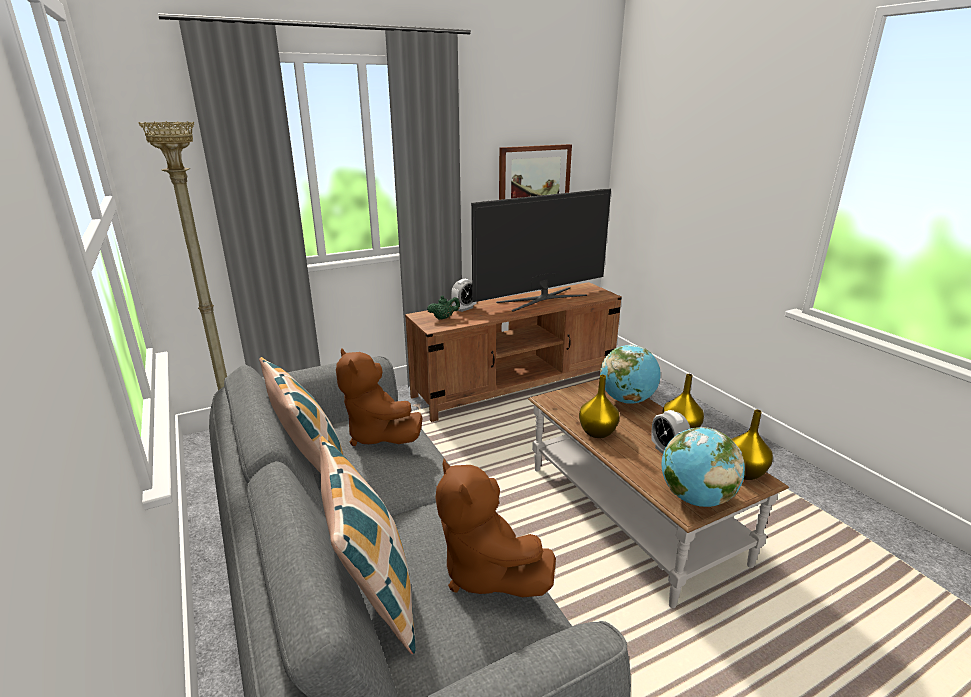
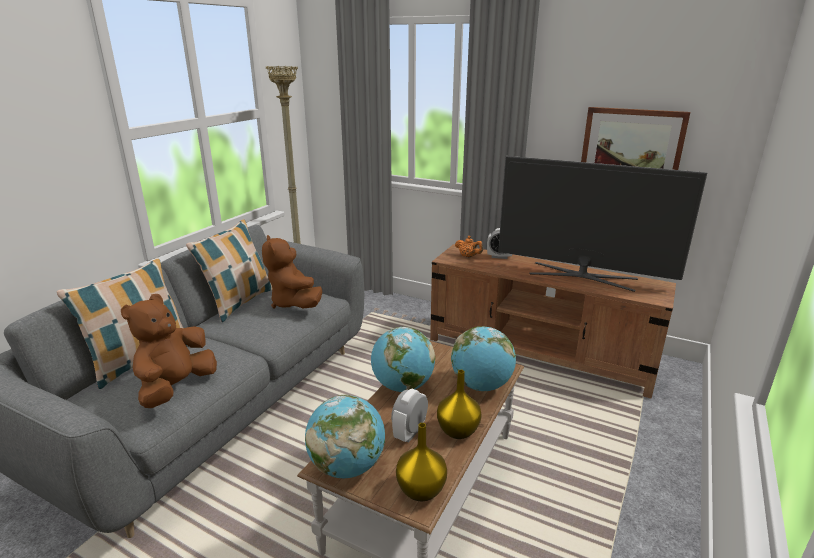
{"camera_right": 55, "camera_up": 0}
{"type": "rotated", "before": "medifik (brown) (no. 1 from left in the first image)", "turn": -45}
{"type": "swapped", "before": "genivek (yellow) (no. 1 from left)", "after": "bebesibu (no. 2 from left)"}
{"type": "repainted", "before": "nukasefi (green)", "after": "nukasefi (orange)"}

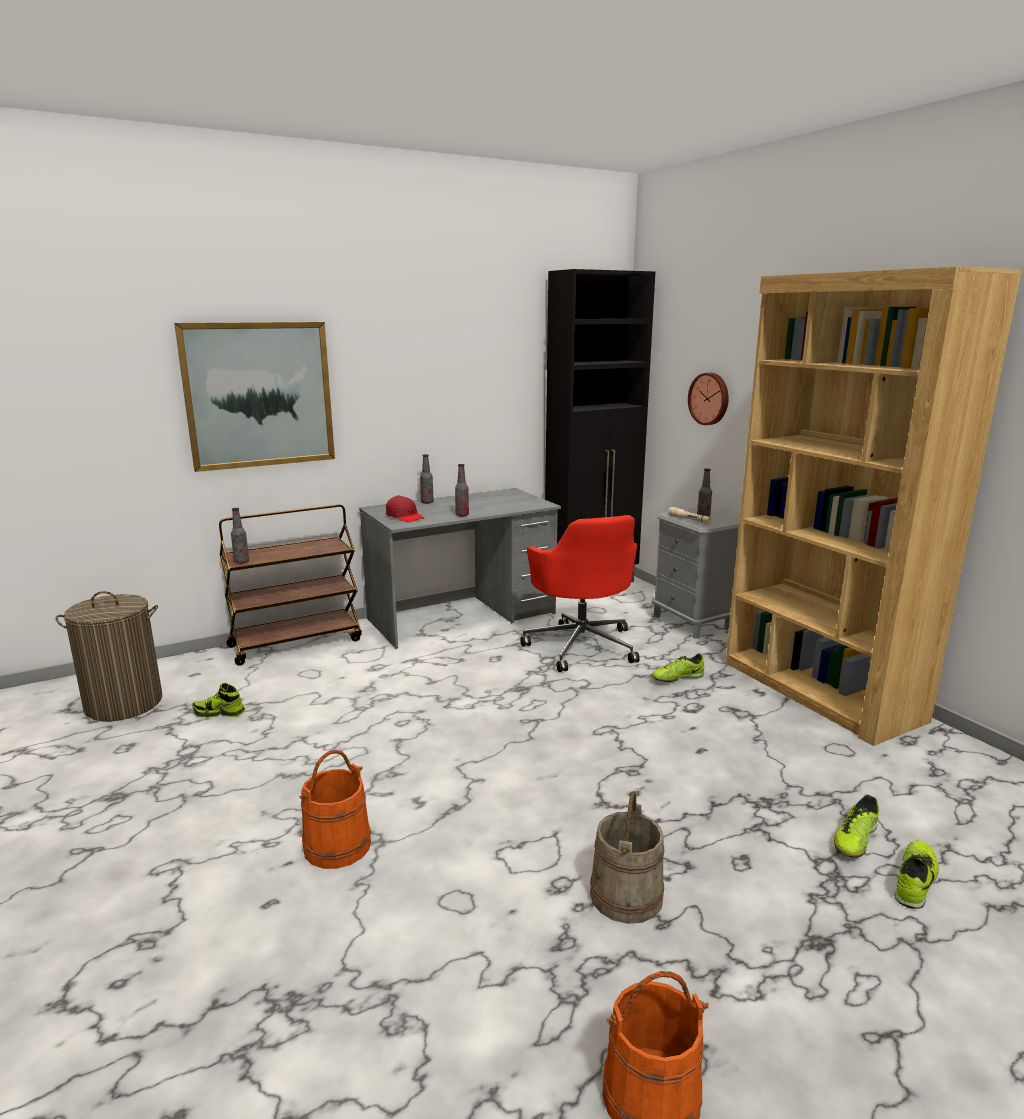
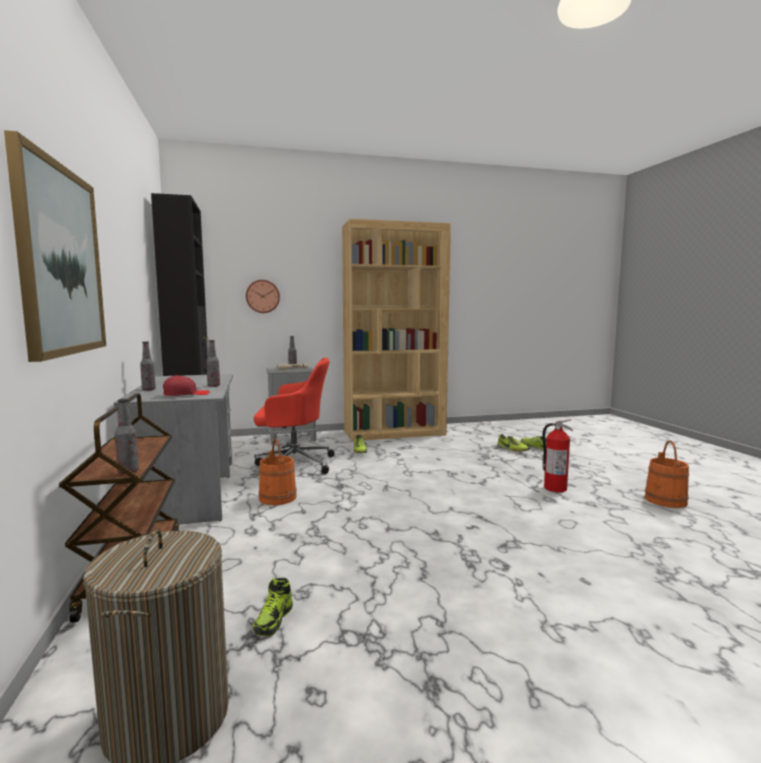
{"camera_right": -75, "camera_up": -10}
{"type": "shifted", "before": "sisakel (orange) (no. 1 from left)"}
{"type": "swapped", "before": "sisakel (beige)", "after": "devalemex"}

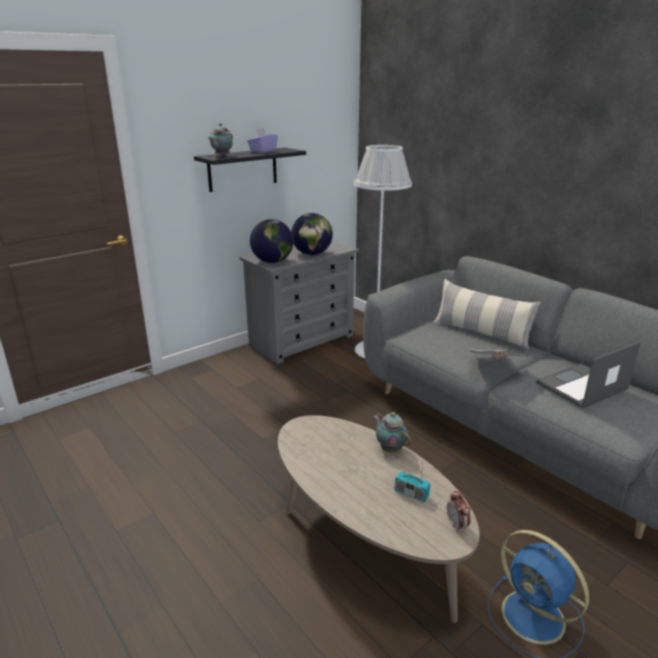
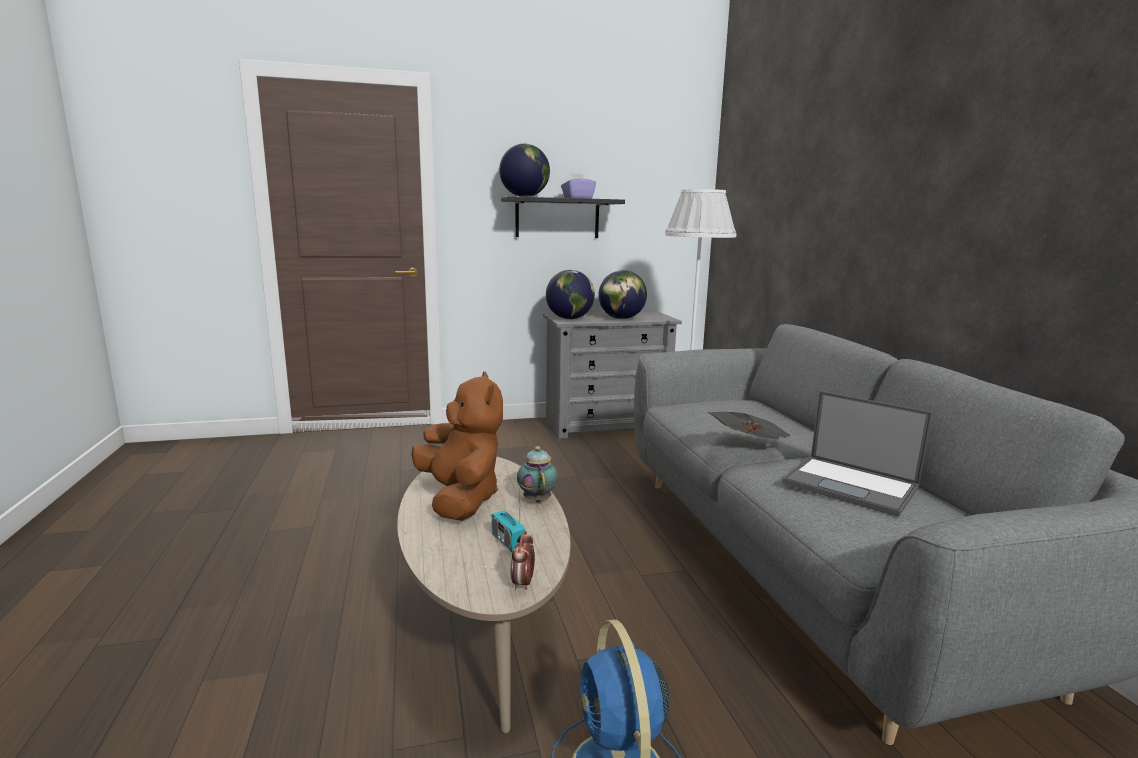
{"camera_right": 25, "camera_up": -10}
{"type": "new", "after": "medifik (brown)"}
{"type": "swapped", "before": "nukasefi (no. 1 from left)", "after": "bebesibu (no. 1 from left)"}
{"type": "rotated", "before": "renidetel", "turn": -135}
{"type": "gone", "before": "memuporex"}

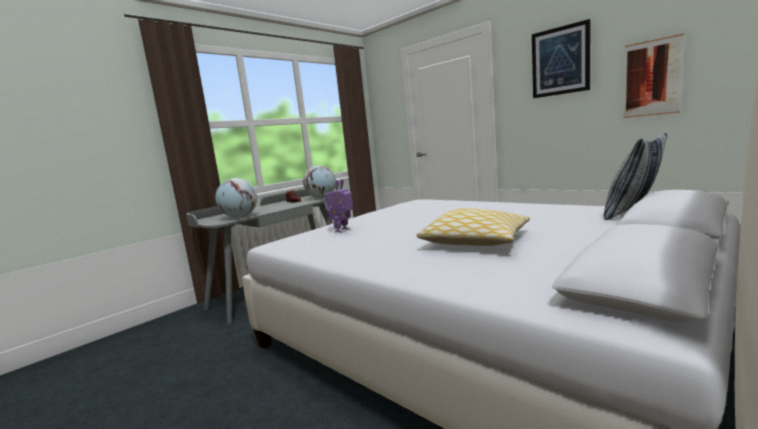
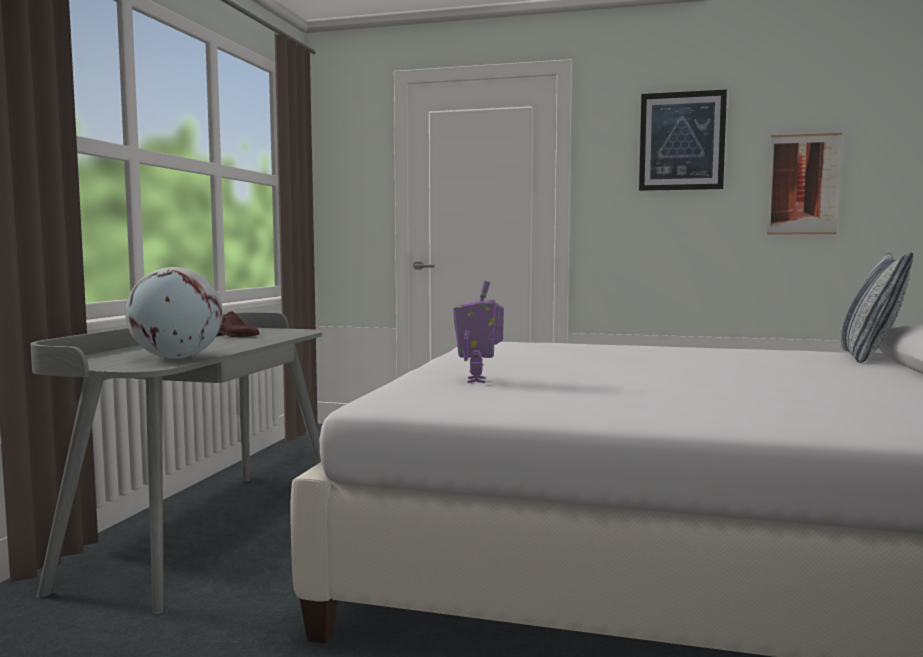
{"camera_right": -30, "camera_up": -5}
{"type": "gone", "before": "bebesibu (no. 2 from left)"}
{"type": "gone", "before": "memuporex (no. 1 from left)"}

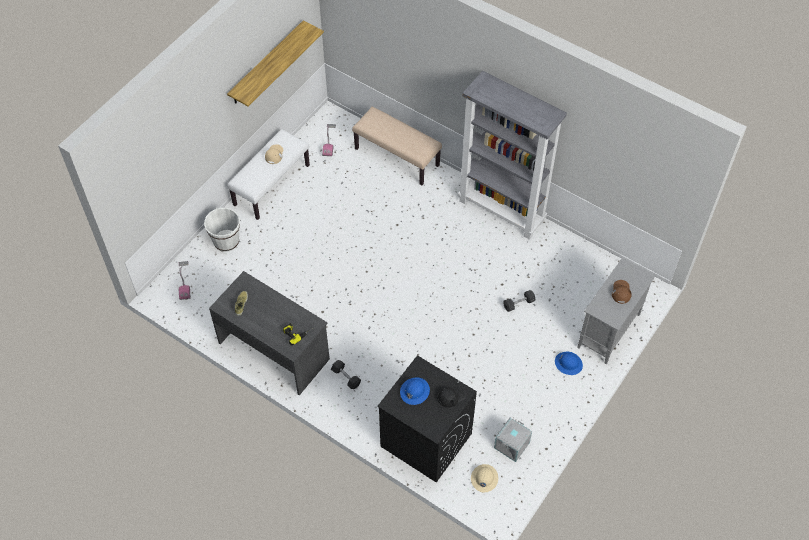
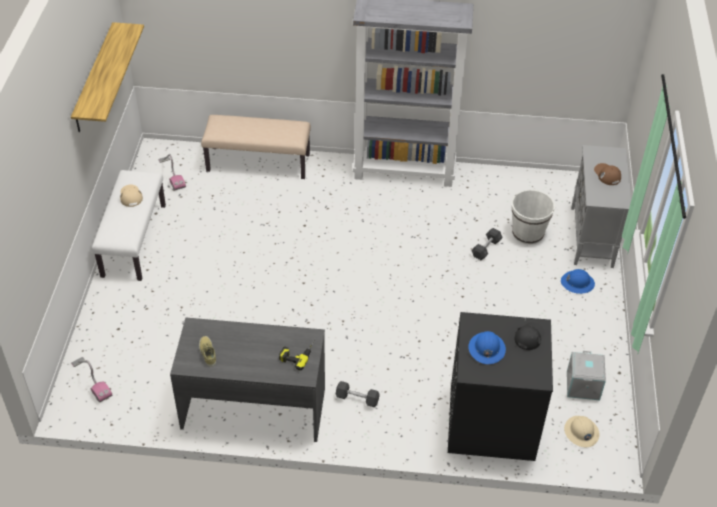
{"camera_right": -30, "camera_up": -10}
{"type": "shifted", "before": "sisakel (white)"}

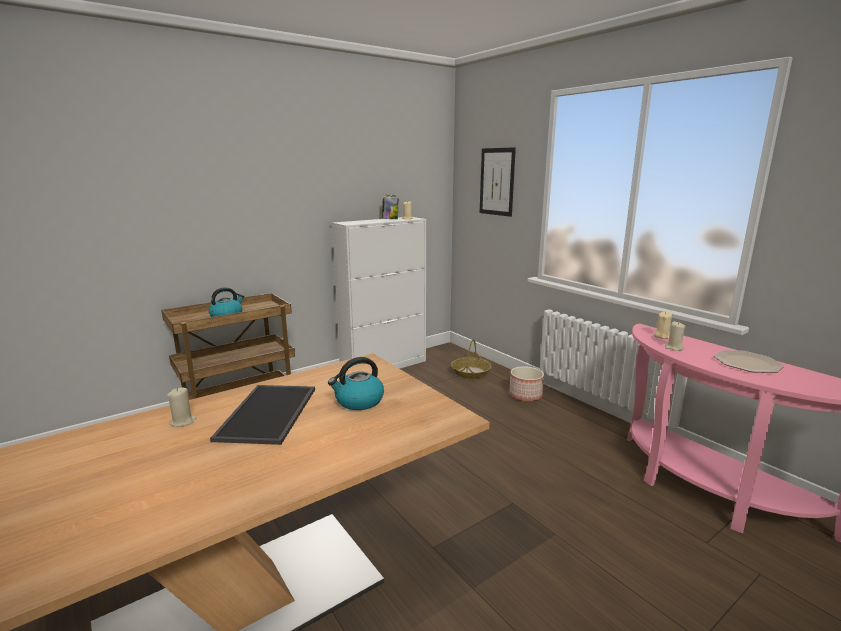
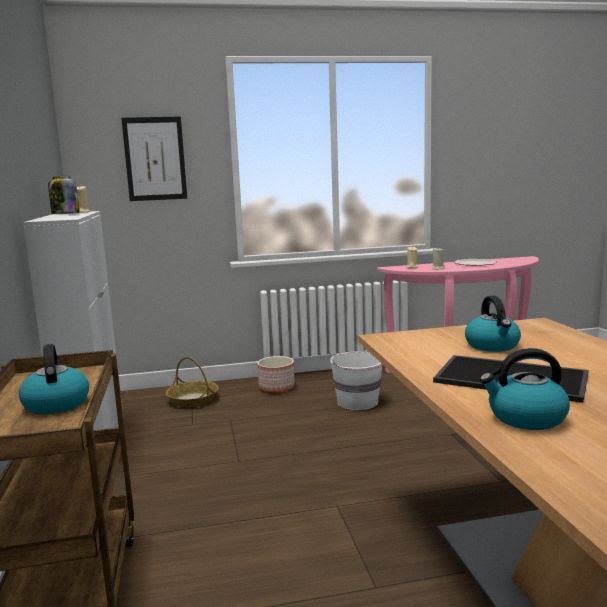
{"camera_right": -65, "camera_up": -5}
{"type": "new", "after": "sisakel (white)"}
{"type": "swapped", "before": "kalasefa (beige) (no. 1 from left)", "after": "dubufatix (no. 3 from left)"}

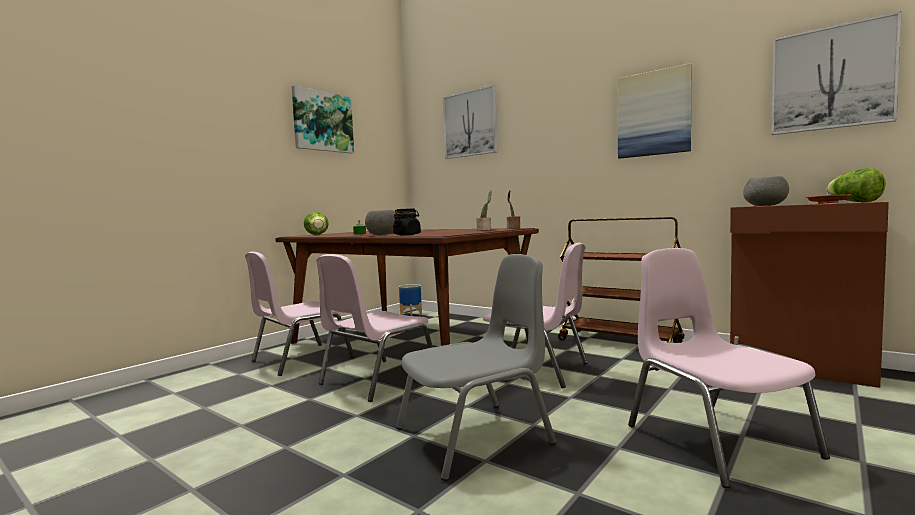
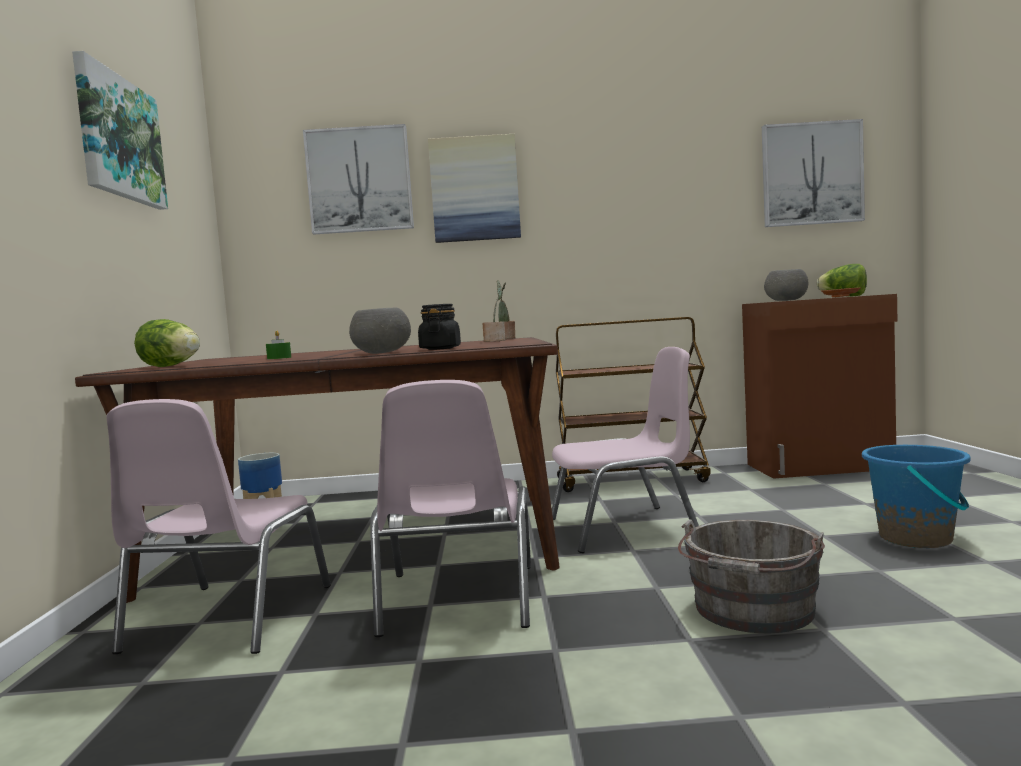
{"camera_right": -40, "camera_up": 0}
{"type": "shifted", "before": "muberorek (no. 3 from left)"}
{"type": "swapped", "before": "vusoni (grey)", "after": "sisakel (grey)"}
{"type": "swapped", "before": "vusoni (pink) (no. 4 from left)", "after": "sisakel (blue)"}

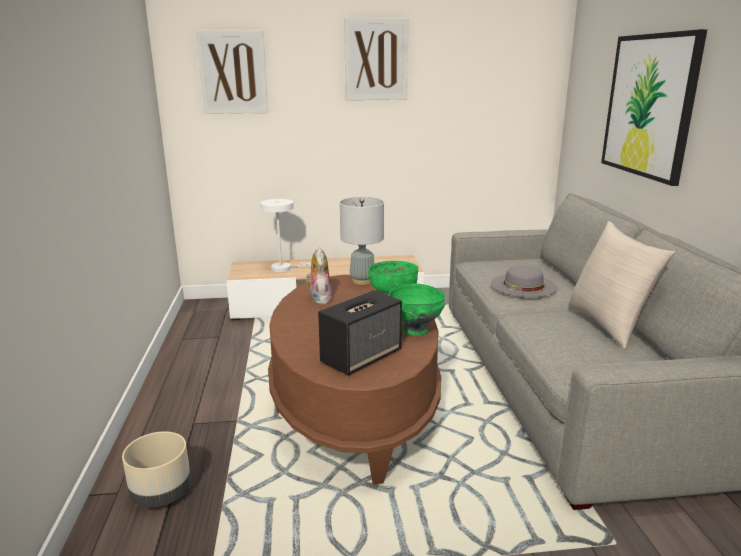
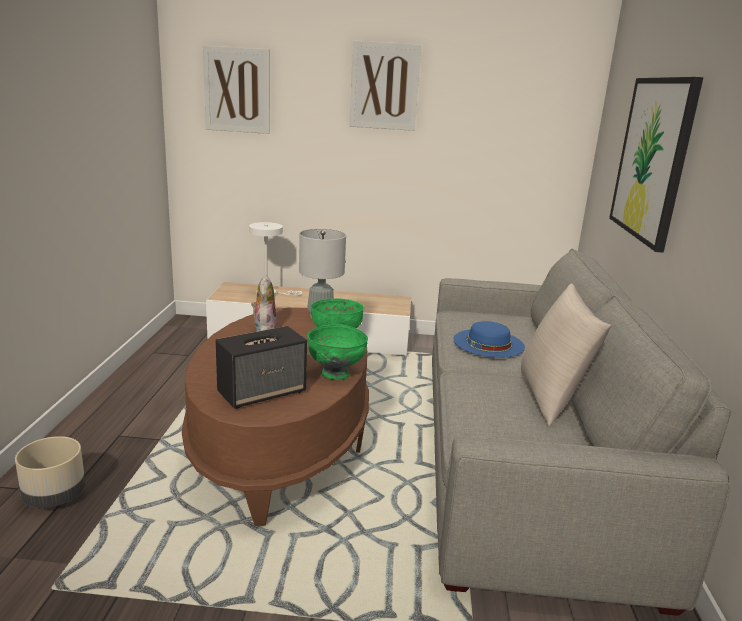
{"camera_right": 10, "camera_up": 0}
{"type": "repainted", "before": "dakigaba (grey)", "after": "dakigaba (blue)"}

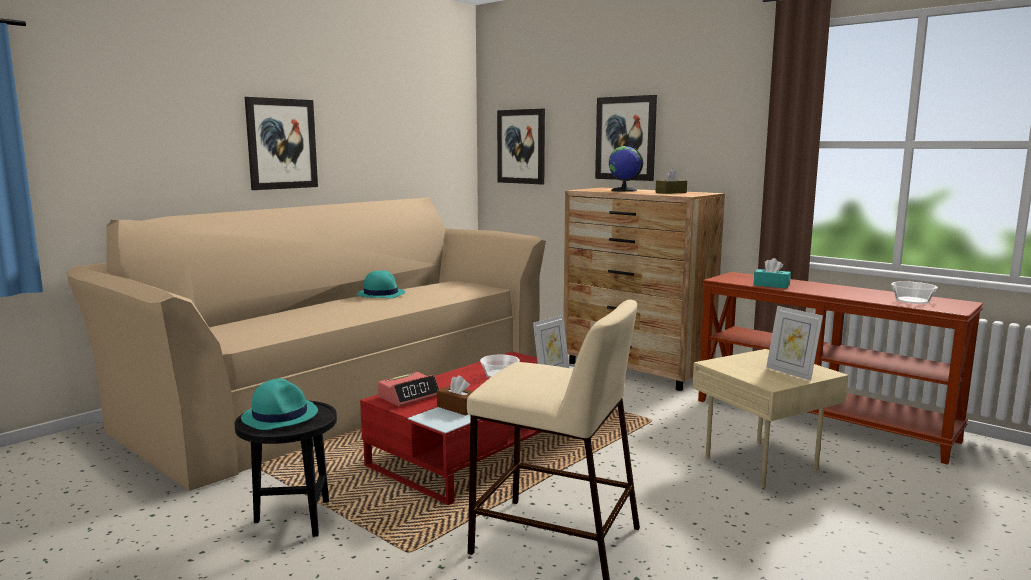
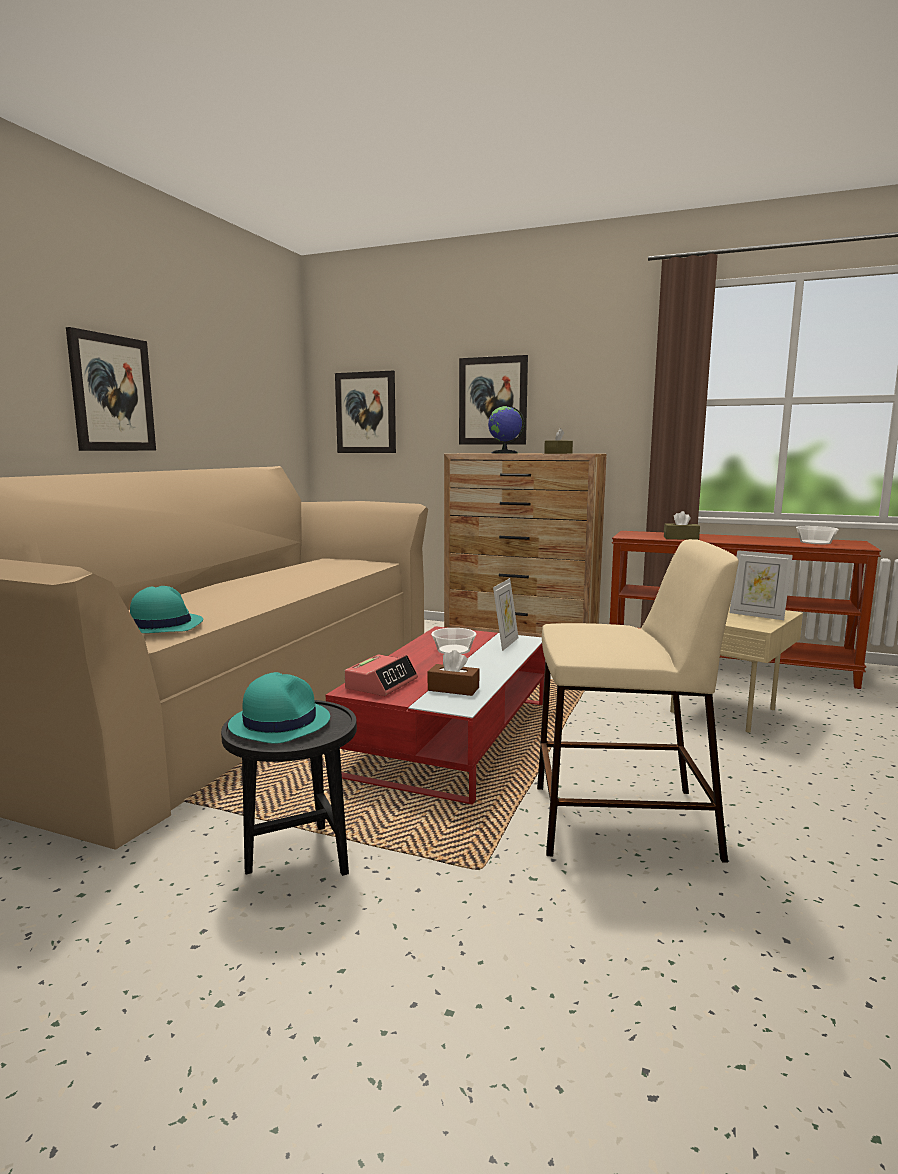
{"camera_right": -20, "camera_up": 0}
{"type": "shifted", "before": "dakigaba (turquoise) (no. 2 from left in the first image)", "after": "dakigaba (turquoise) (no. 1 from left)"}
{"type": "repainted", "before": "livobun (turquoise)", "after": "livobun (brown) (no. 3 from left)"}

